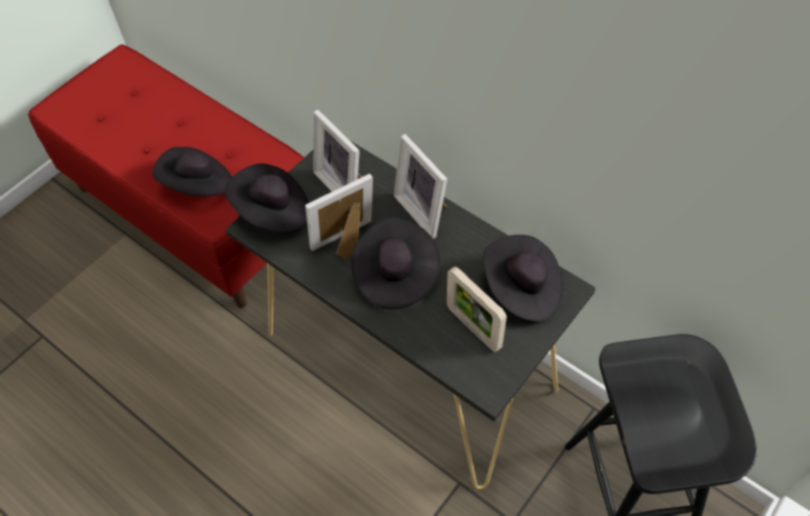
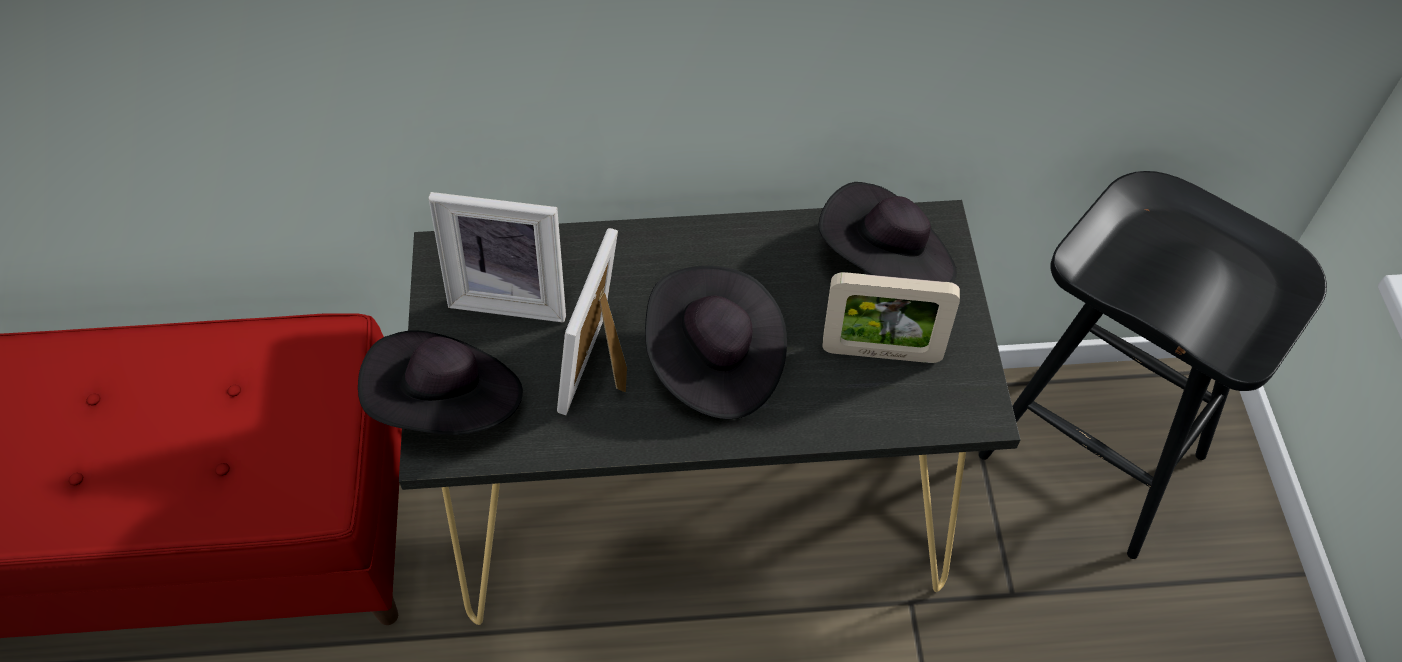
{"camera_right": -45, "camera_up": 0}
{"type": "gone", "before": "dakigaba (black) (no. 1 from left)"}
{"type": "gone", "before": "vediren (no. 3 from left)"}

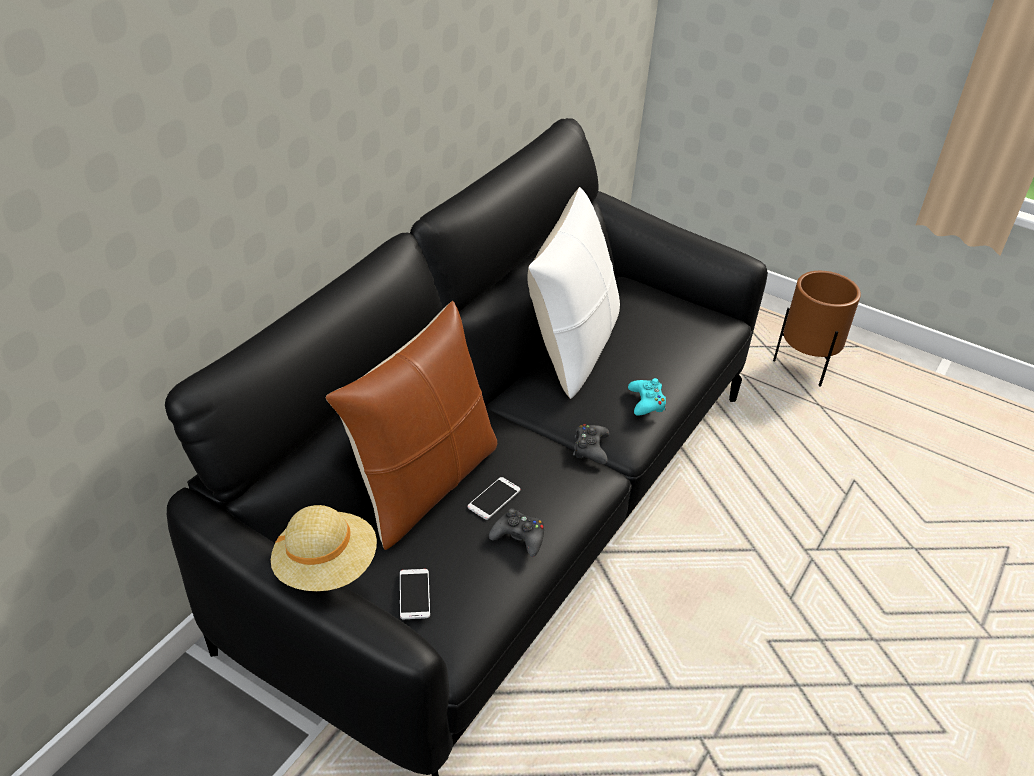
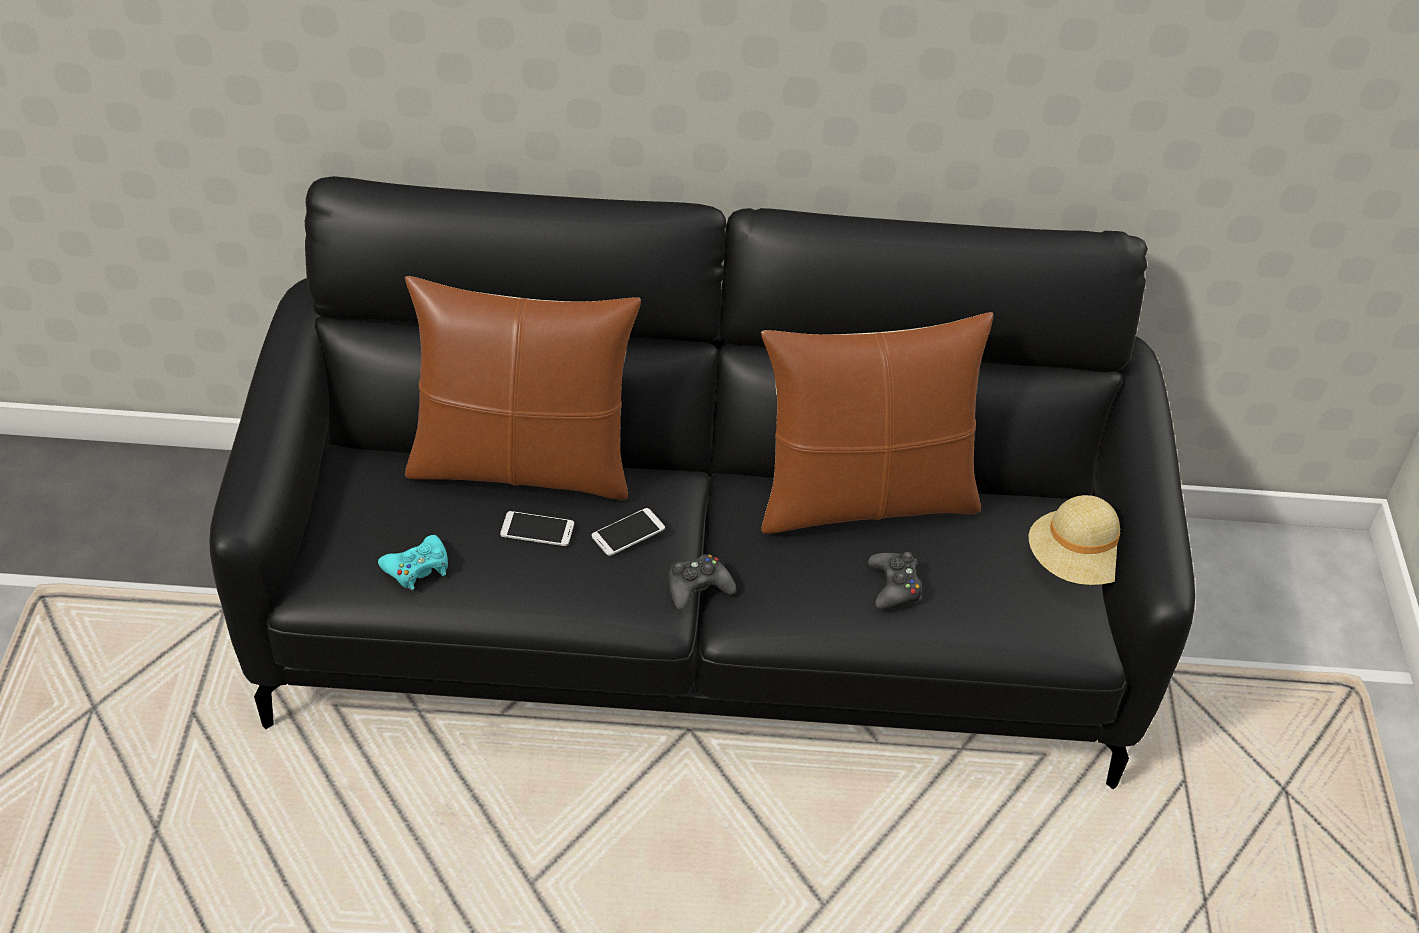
{"camera_right": 60, "camera_up": 5}
{"type": "shifted", "before": "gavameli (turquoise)"}
{"type": "shifted", "before": "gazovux (no. 1 from left in the first image)", "after": "gazovux (no. 2 from left)"}
{"type": "repainted", "before": "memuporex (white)", "after": "memuporex (brown) (no. 2 from left)"}
{"type": "shifted", "before": "gavameli (black) (no. 1 from left in the first image)", "after": "gavameli (black) (no. 2 from left)"}
{"type": "shifted", "before": "dakigaba (beige)"}
{"type": "gone", "before": "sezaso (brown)"}

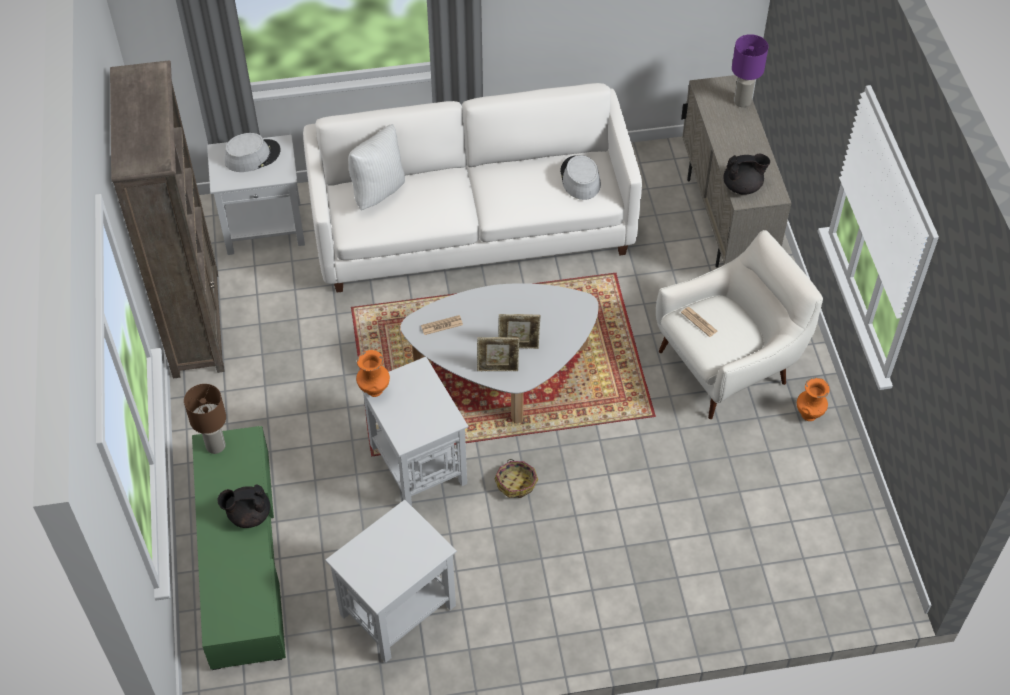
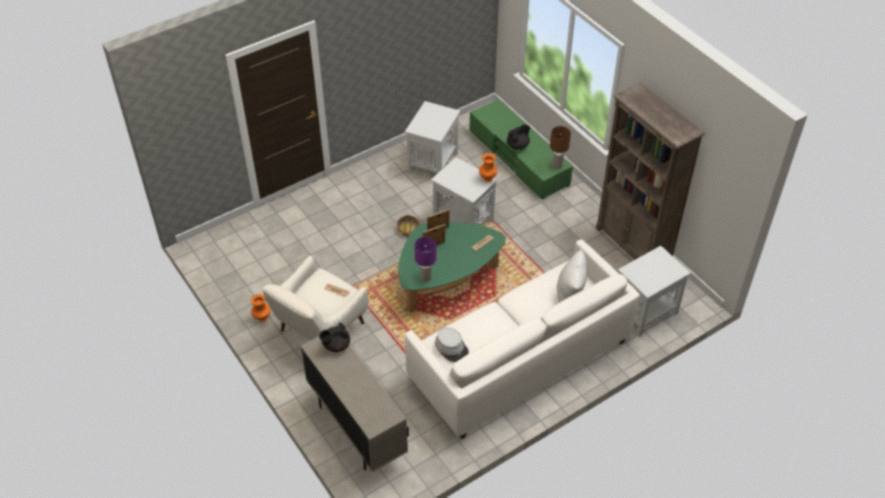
{"camera_right": 155, "camera_up": -5}
{"type": "repainted", "before": "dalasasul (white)", "after": "dalasasul (green)"}
{"type": "shifted", "before": "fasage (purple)"}
{"type": "gone", "before": "dakigaba (grey) (no. 1 from left)"}

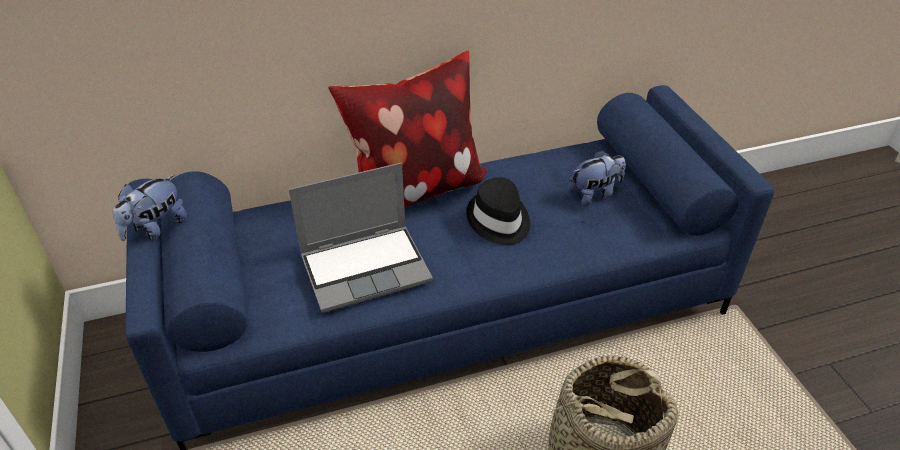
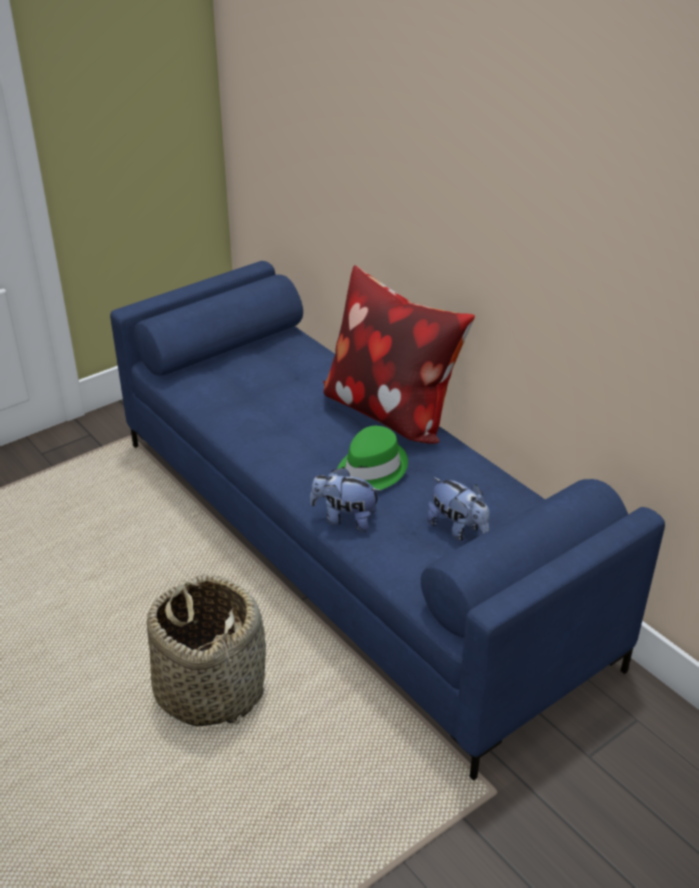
{"camera_right": 70, "camera_up": -5}
{"type": "shifted", "before": "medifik (no. 1 from left)"}
{"type": "repainted", "before": "dakigaba (black)", "after": "dakigaba (green)"}
{"type": "gone", "before": "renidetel"}

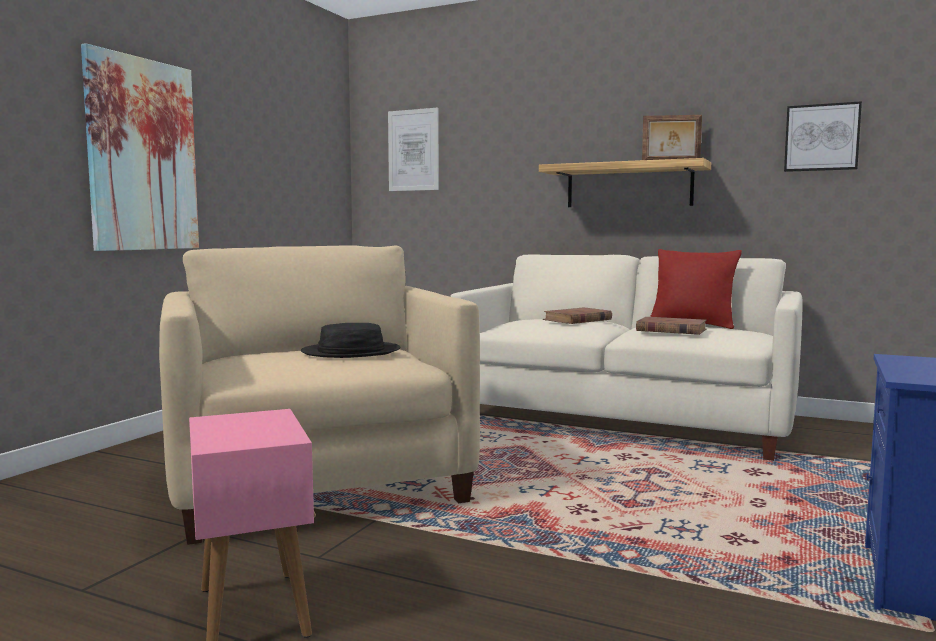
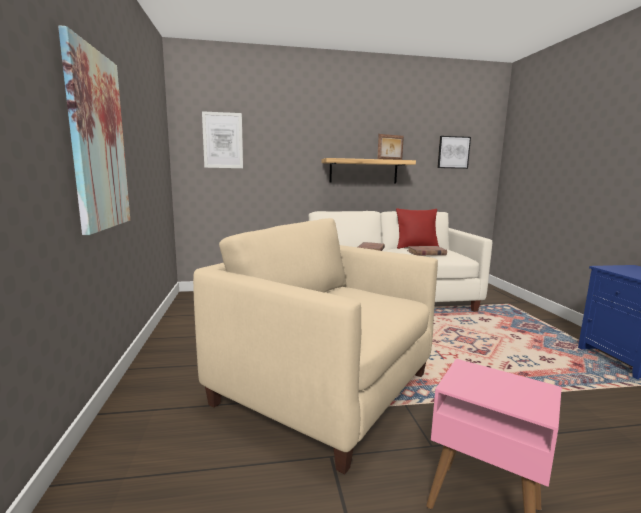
{"camera_right": -35, "camera_up": 5}
{"type": "gone", "before": "dakigaba (black)"}

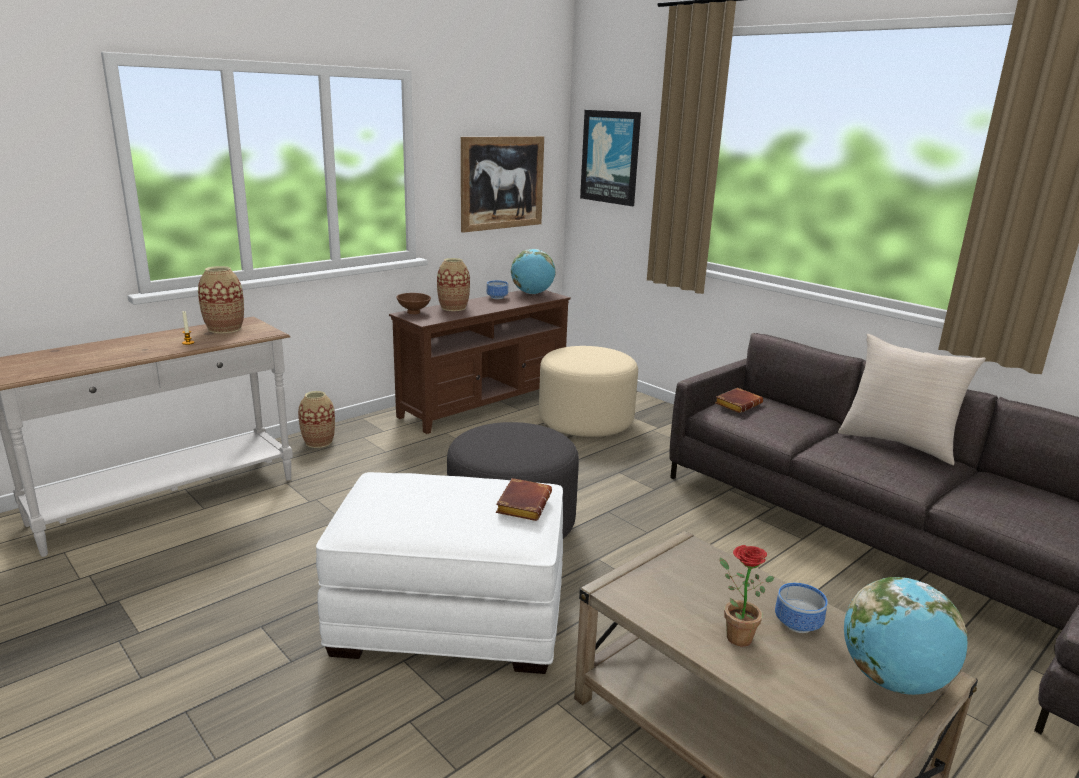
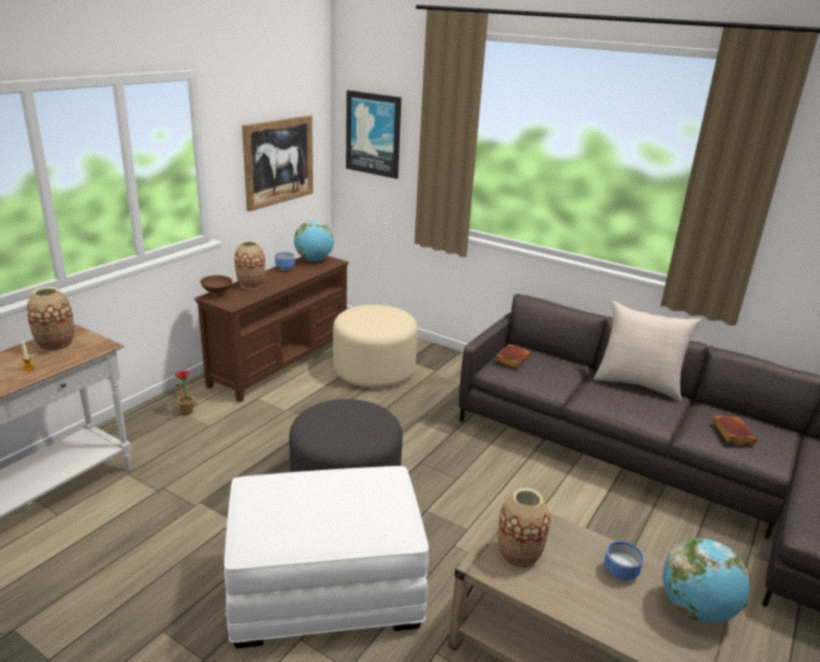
{"camera_right": -15, "camera_up": 5}
{"type": "shifted", "before": "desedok"}
{"type": "shifted", "before": "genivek (no. 2 from left in the first image)", "after": "genivek (no. 3 from left)"}
{"type": "shifted", "before": "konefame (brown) (no. 1 from left in the first image)", "after": "konefame (brown) (no. 2 from left)"}

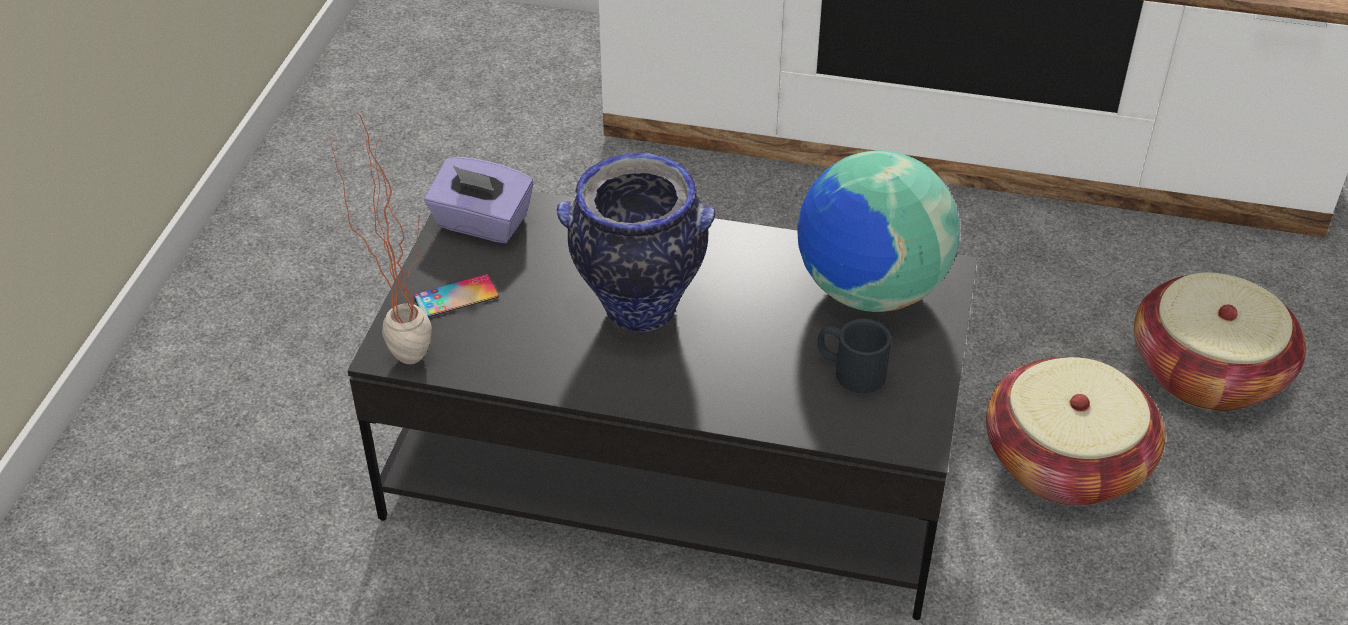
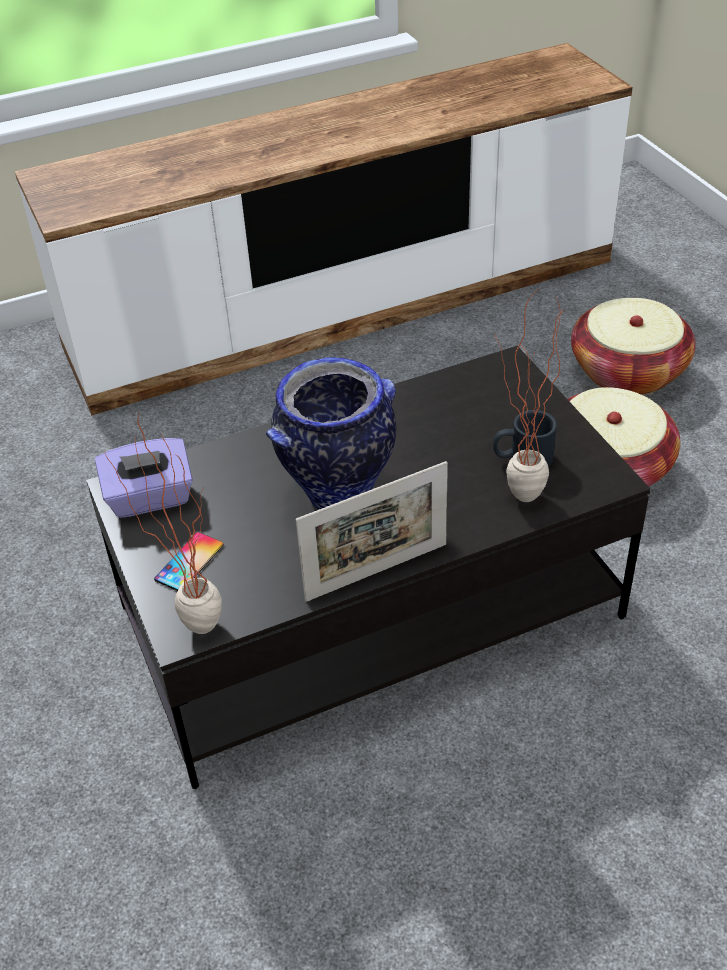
{"camera_right": -35, "camera_up": 0}
{"type": "new", "after": "vediren"}
{"type": "new", "after": "desedok (no. 2 from left)"}
{"type": "gone", "before": "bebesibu"}

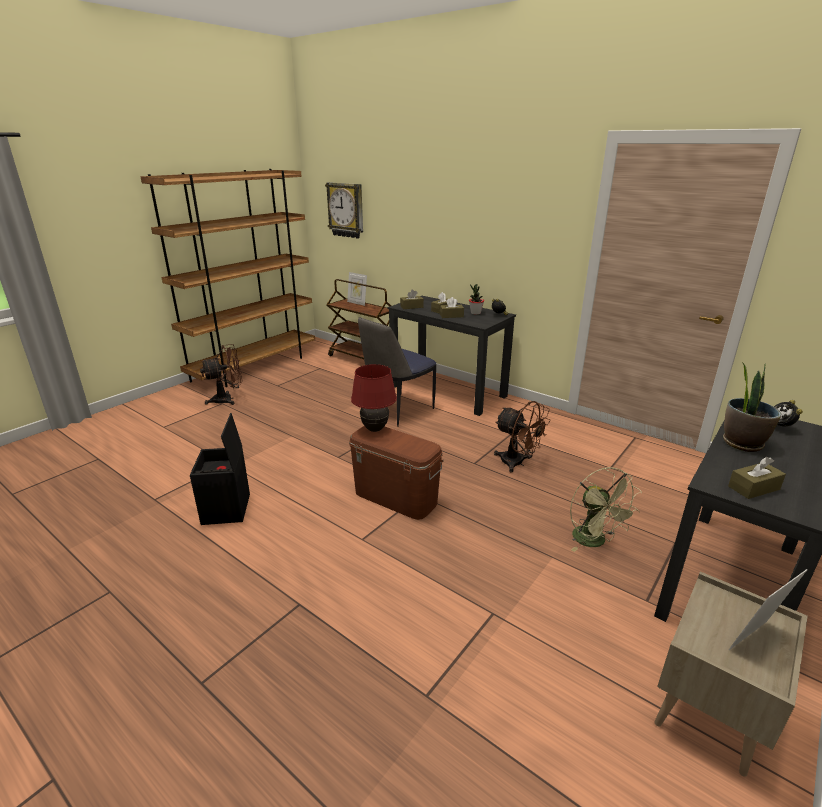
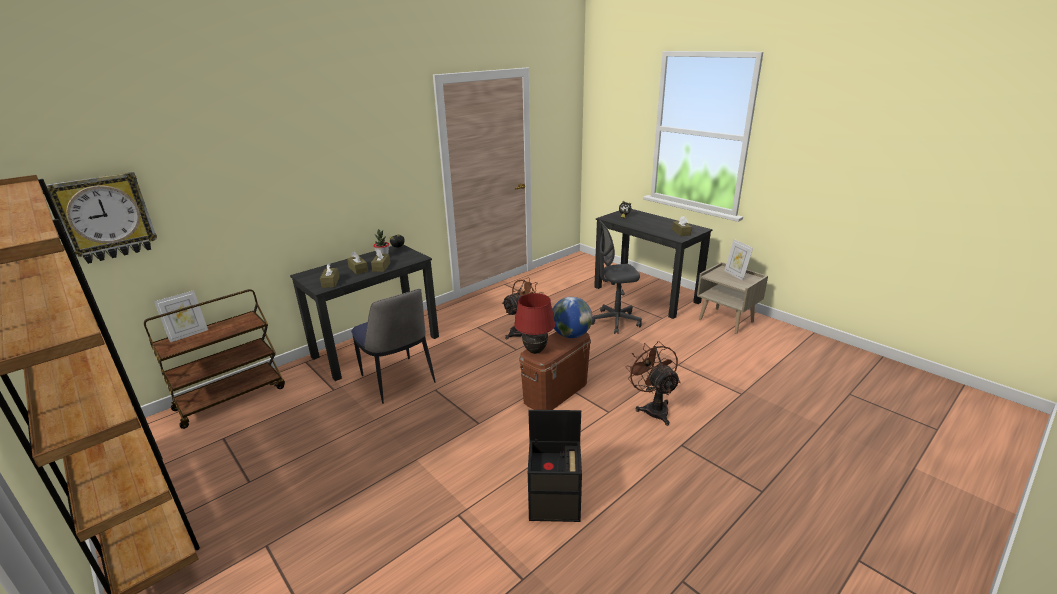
{"camera_right": -80, "camera_up": 0}
{"type": "new", "after": "bebesibu"}
{"type": "swapped", "before": "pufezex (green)", "after": "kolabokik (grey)"}
{"type": "shifted", "before": "pufezex (brown) (no. 1 from left in the first image)", "after": "pufezex (brown) (no. 2 from left)"}
{"type": "gone", "before": "desedok (no. 2 from left)"}

